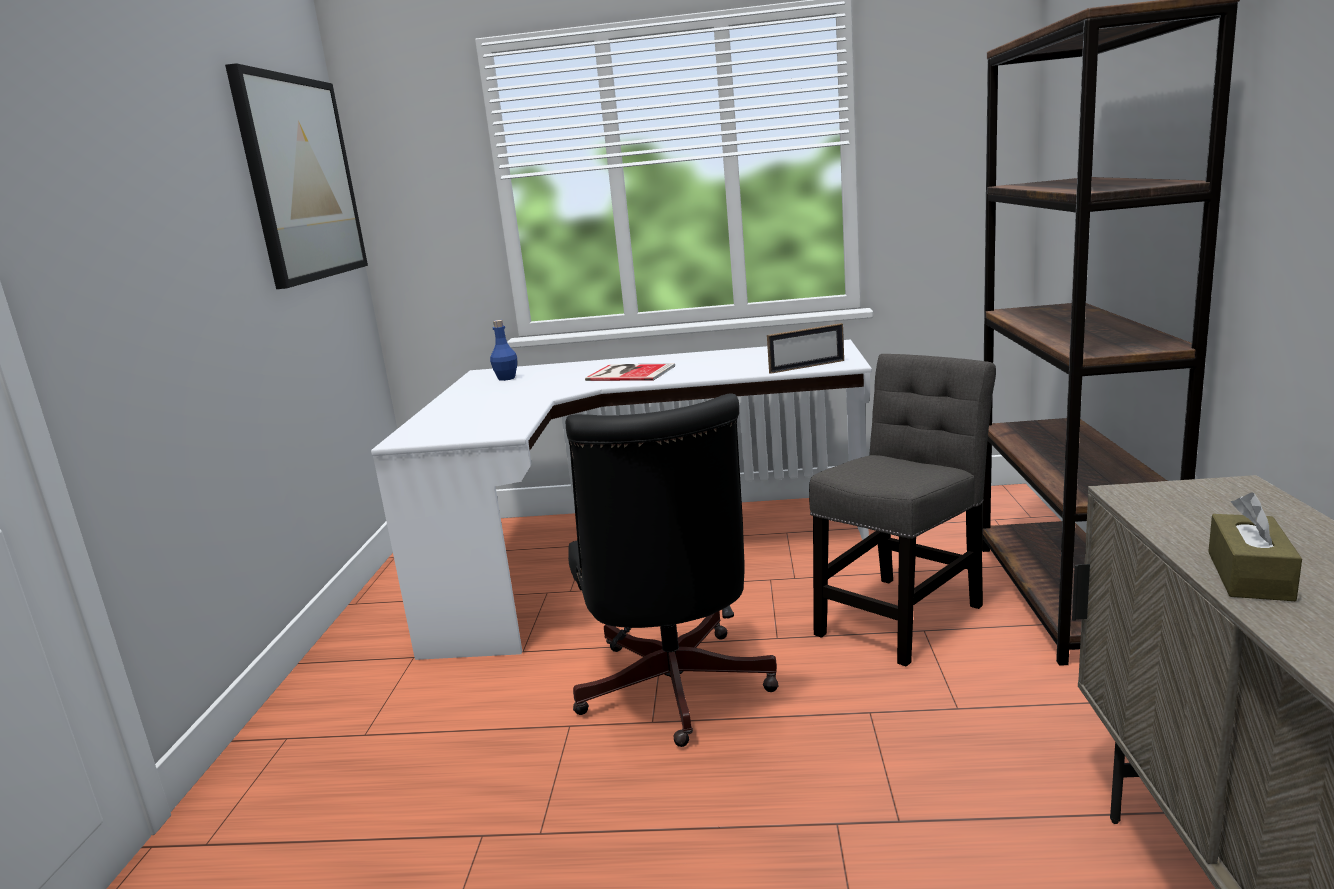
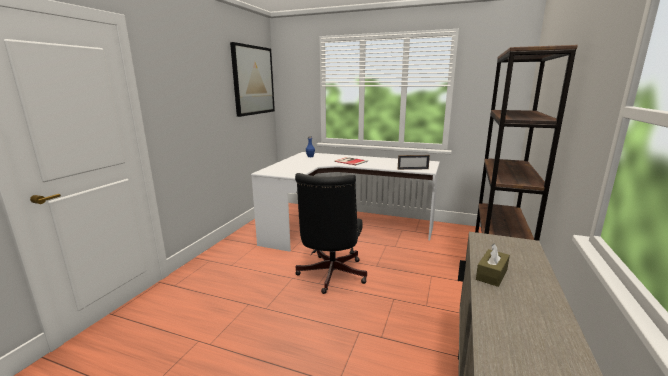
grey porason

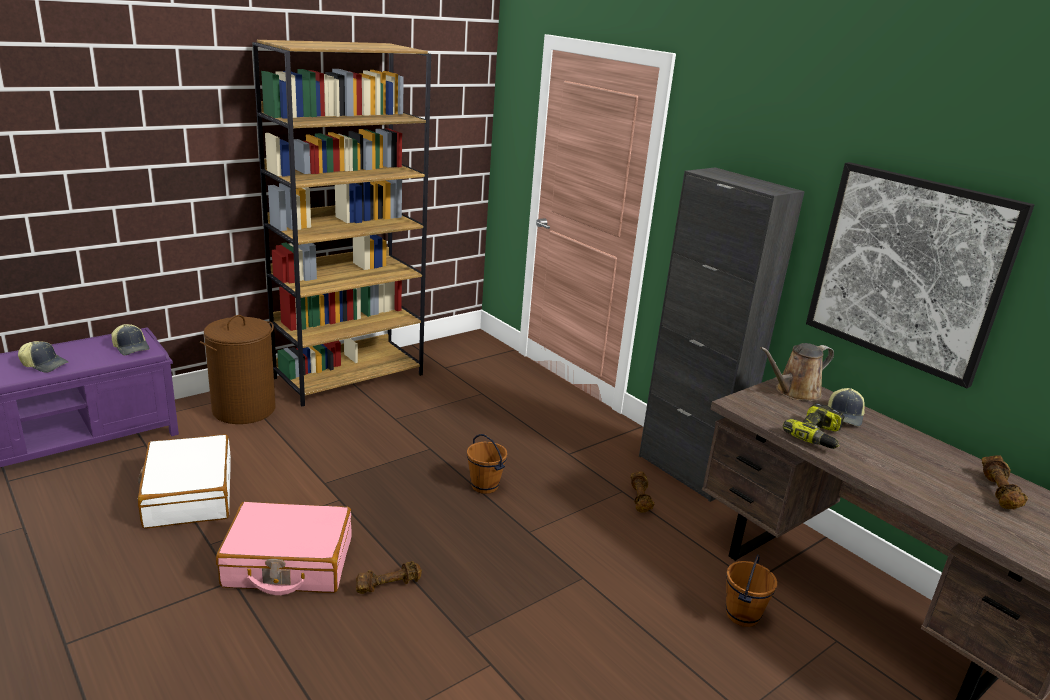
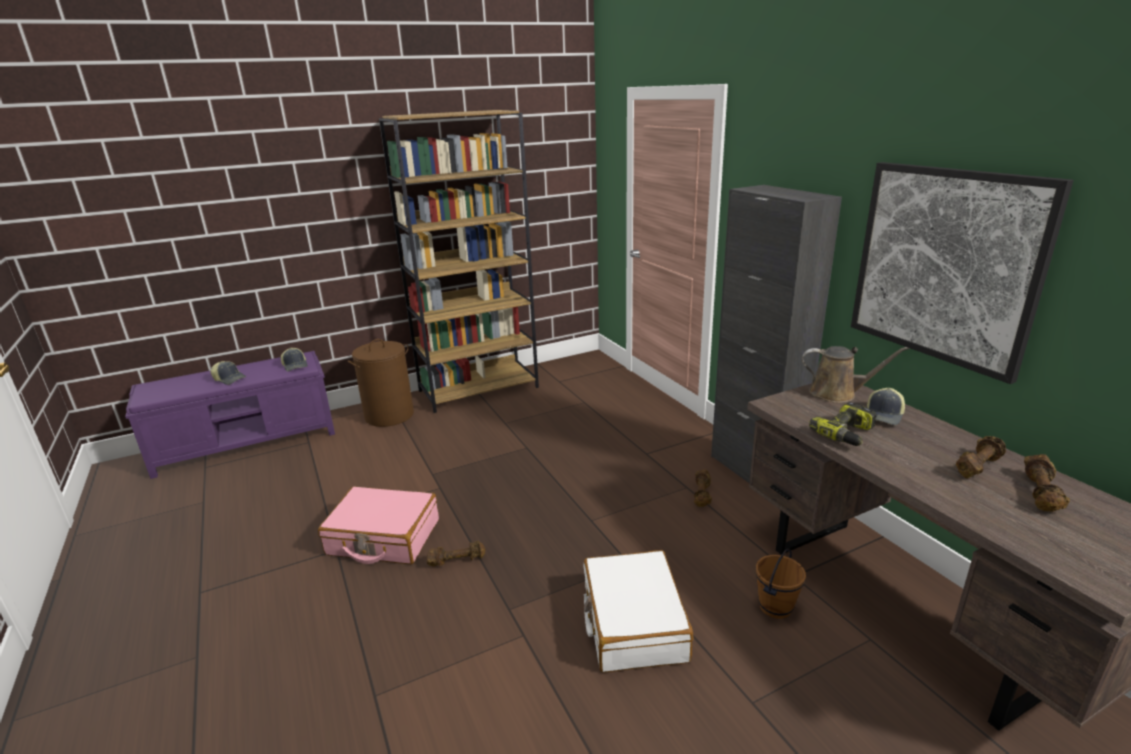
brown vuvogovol (no. 1 from left in the first image)
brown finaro (no. 3 from left)
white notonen
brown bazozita

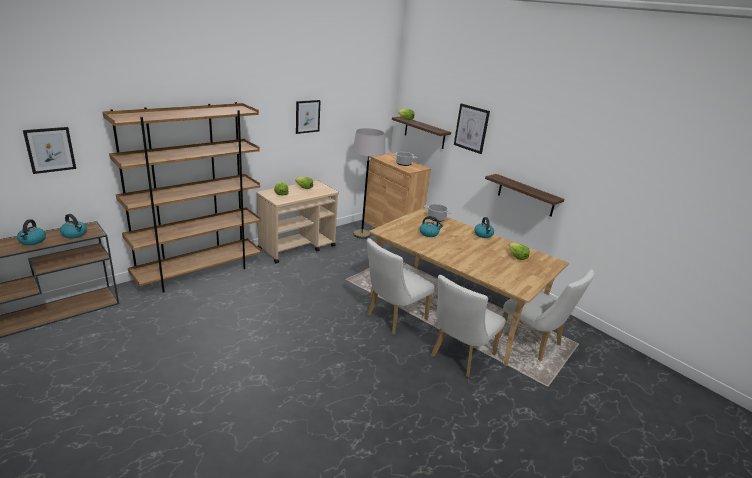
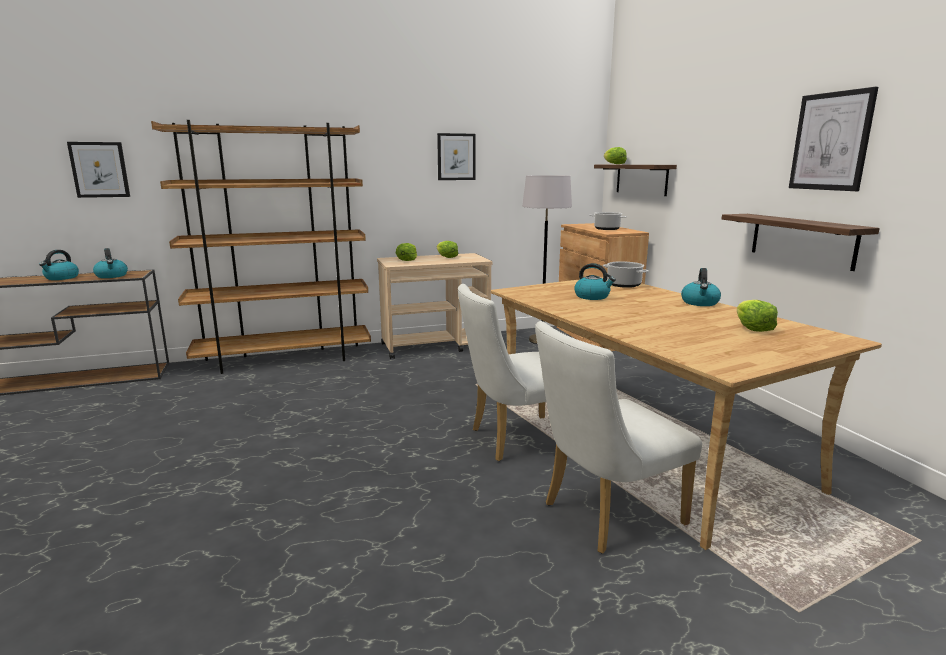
white porason (no. 3 from left in the first image)
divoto (no. 3 from left)

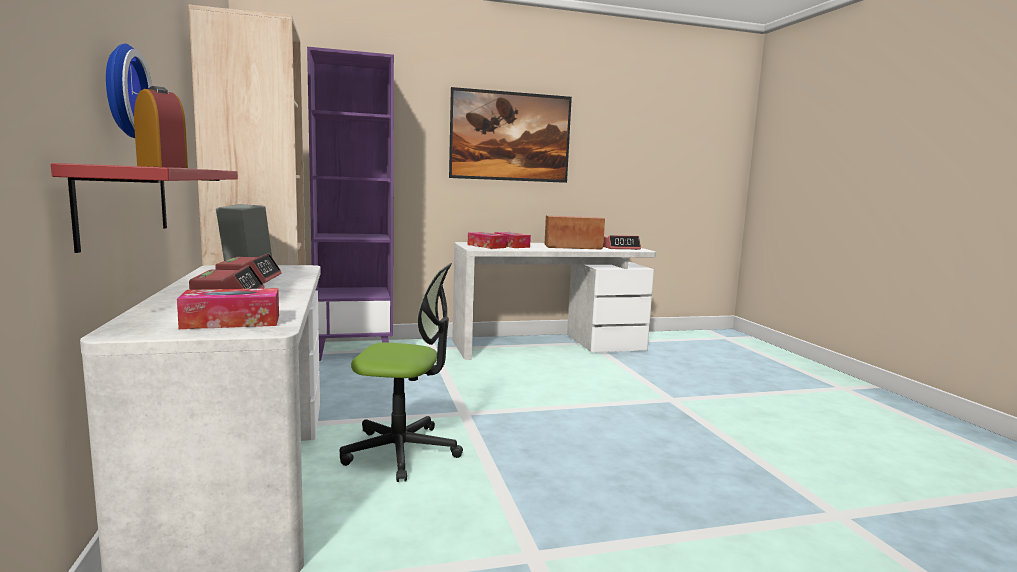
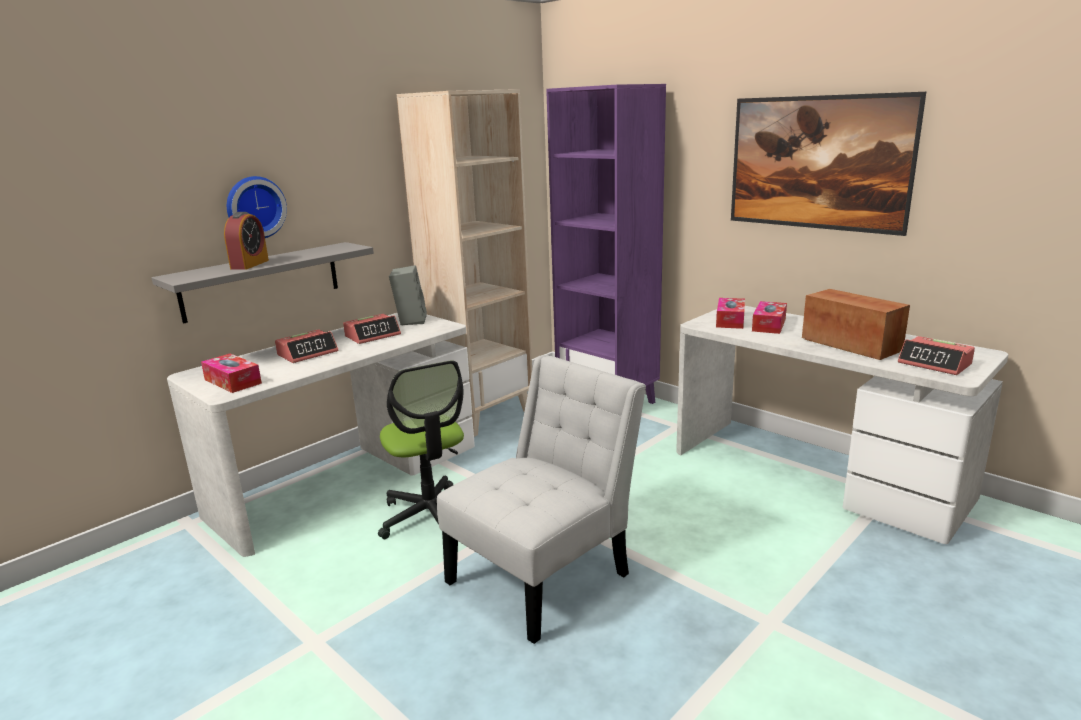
white porason
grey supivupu

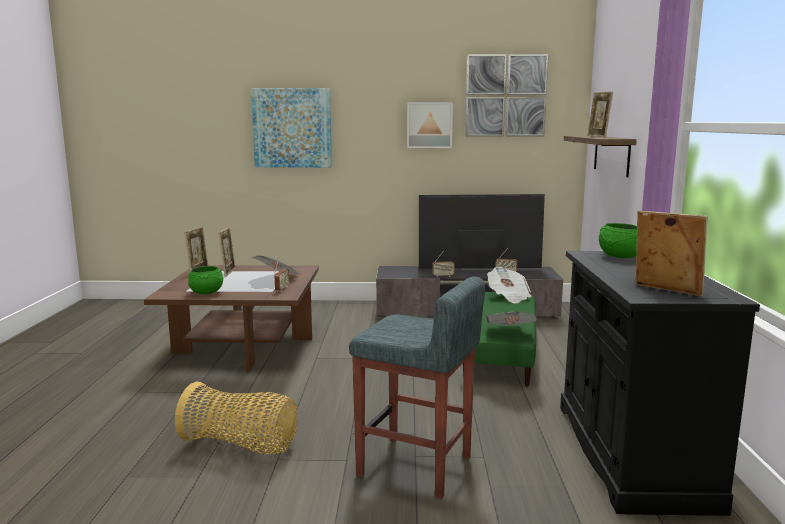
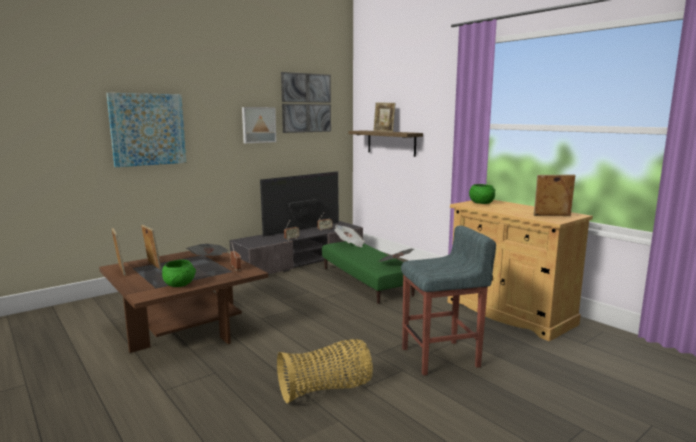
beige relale

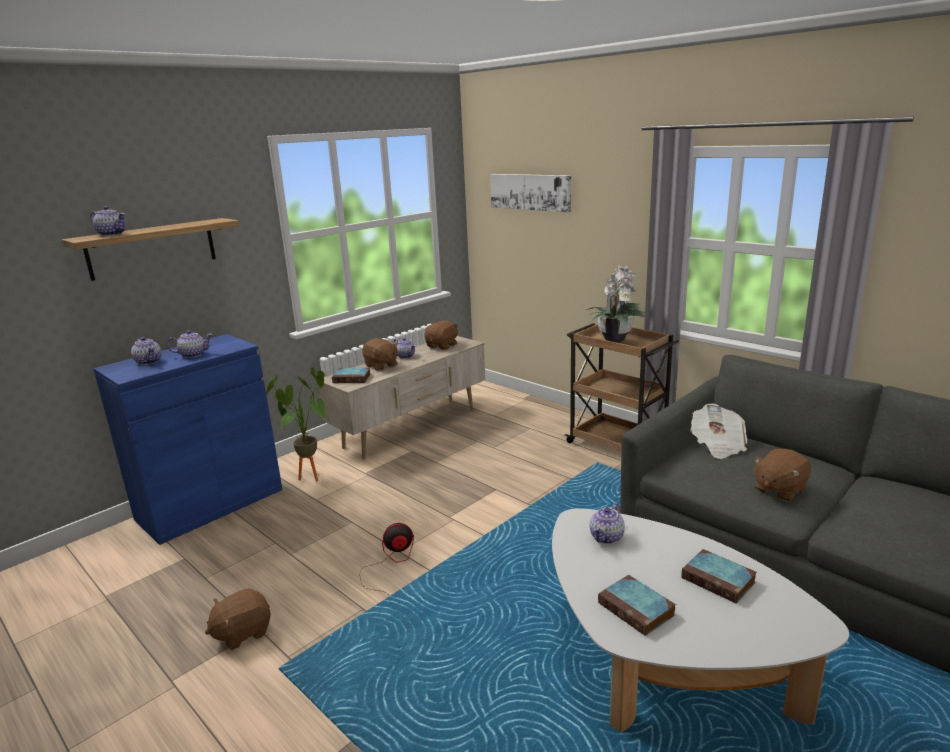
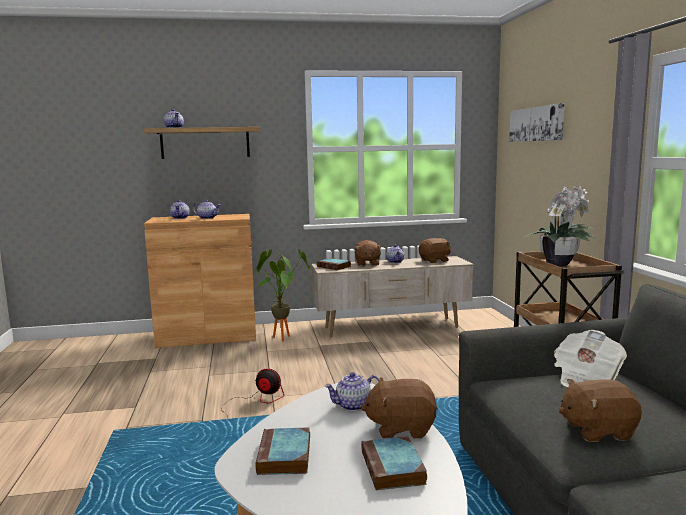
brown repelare (no. 2 from left)
brown relale

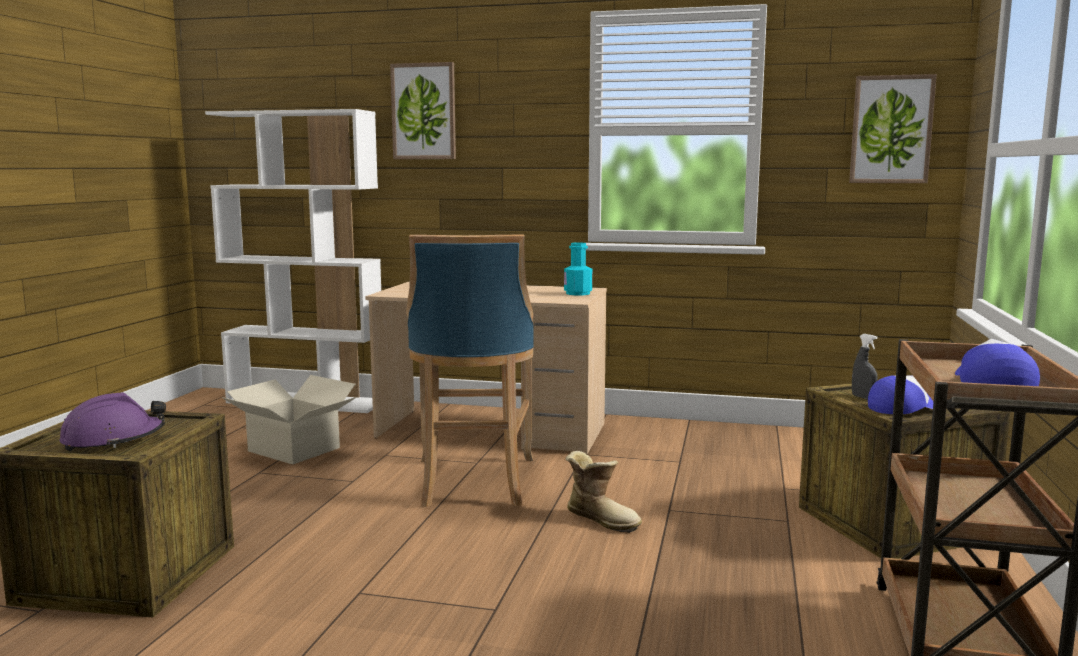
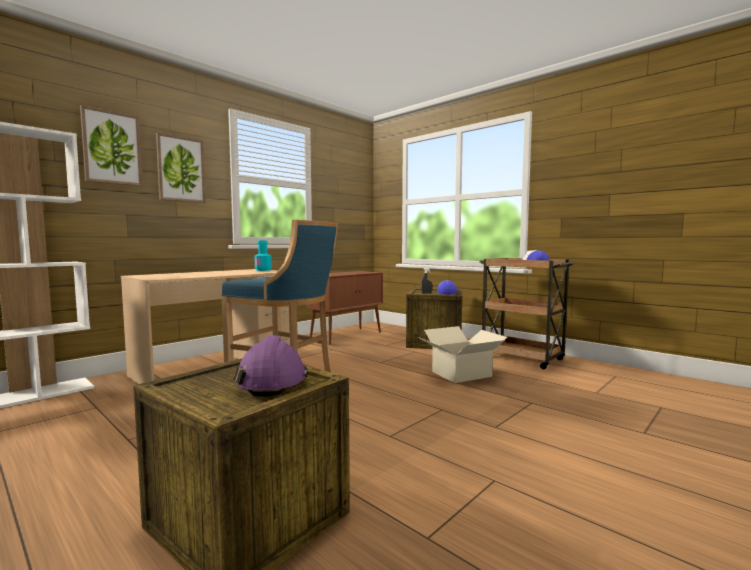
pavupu
brown relale
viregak
divoto (no. 2 from left)

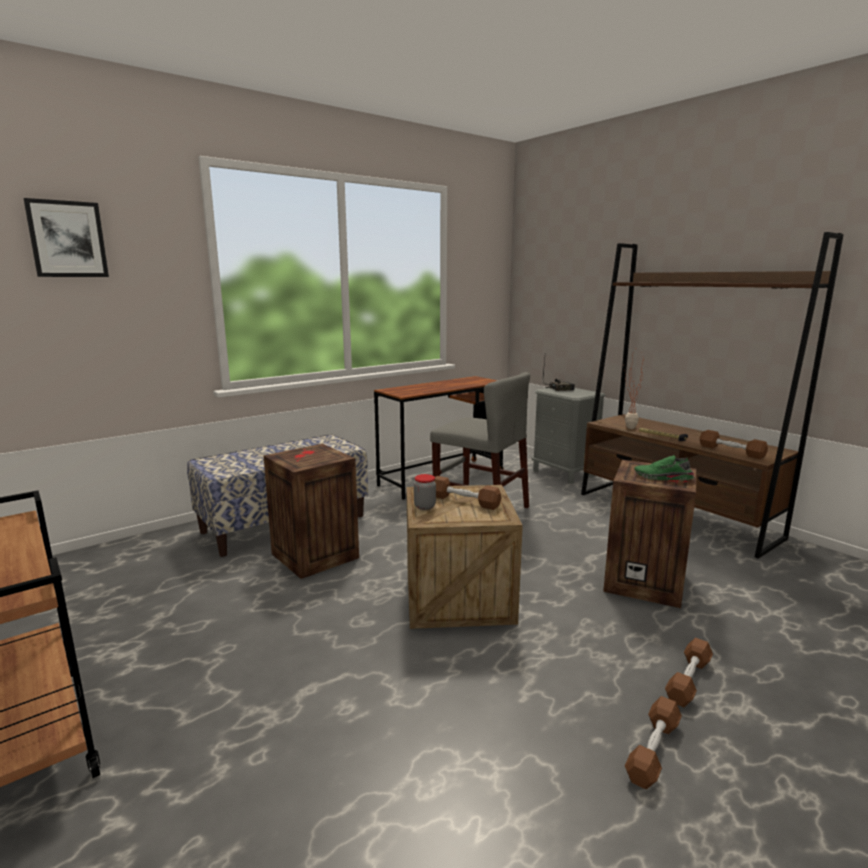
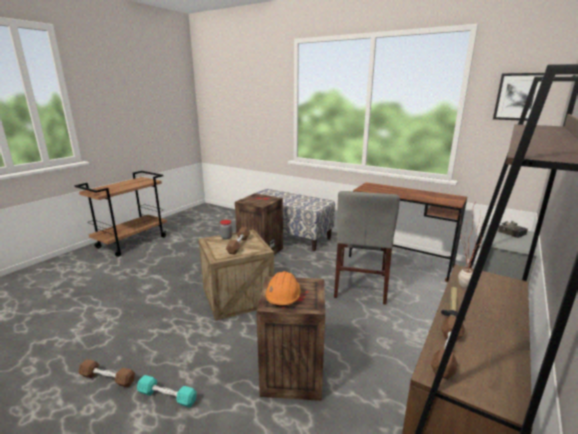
divoto
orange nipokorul
turquoise finaro

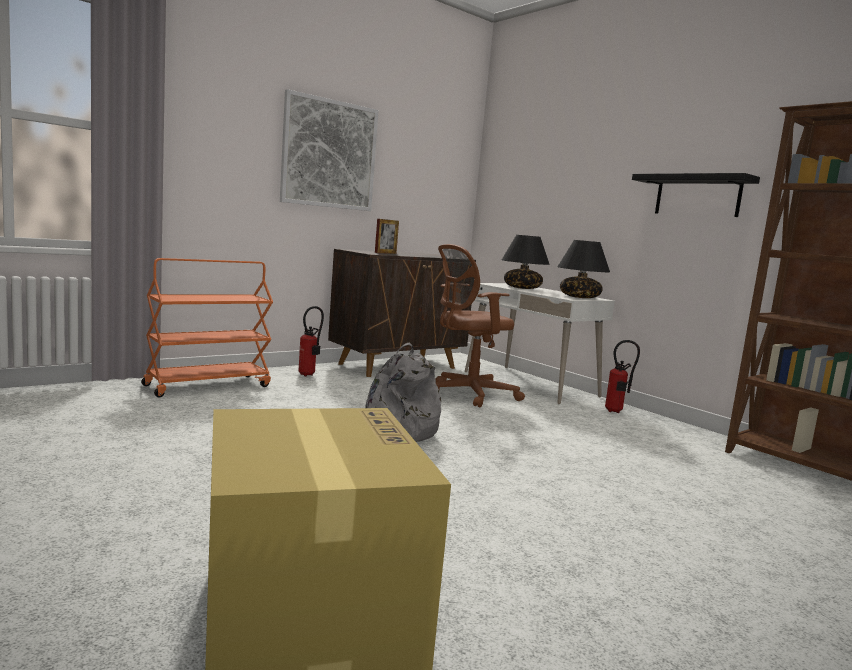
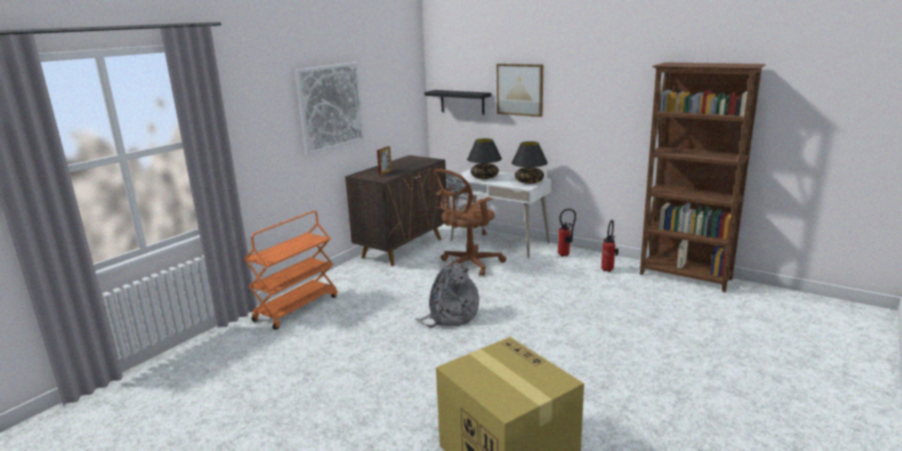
divoto (no. 2 from left)
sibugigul (no. 2 from left)
black supivupu

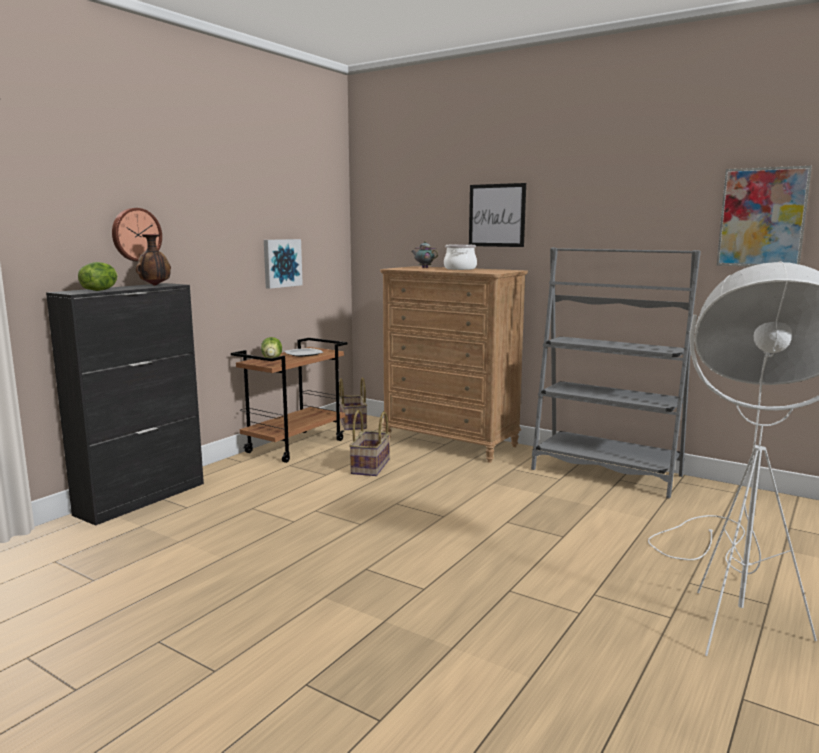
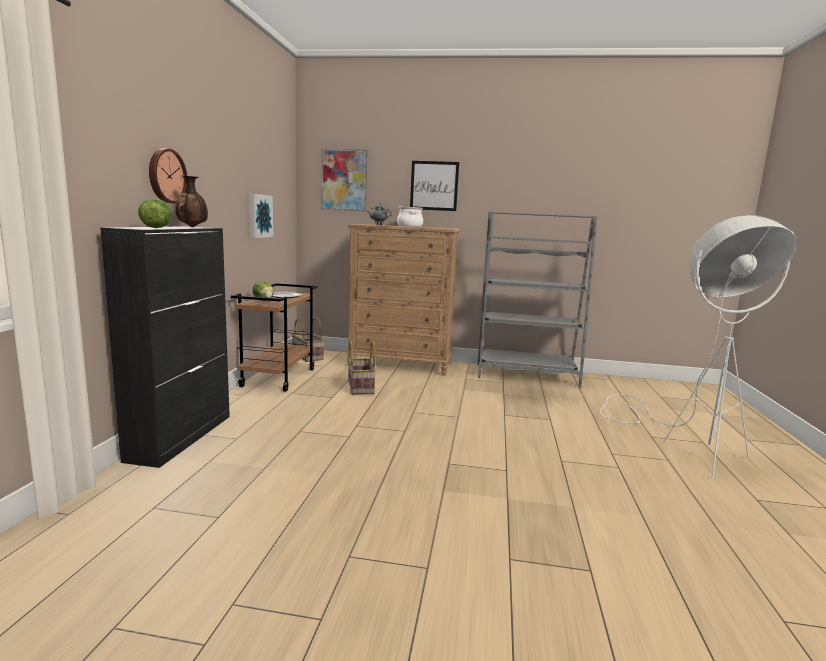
divoto (no. 2 from left)

